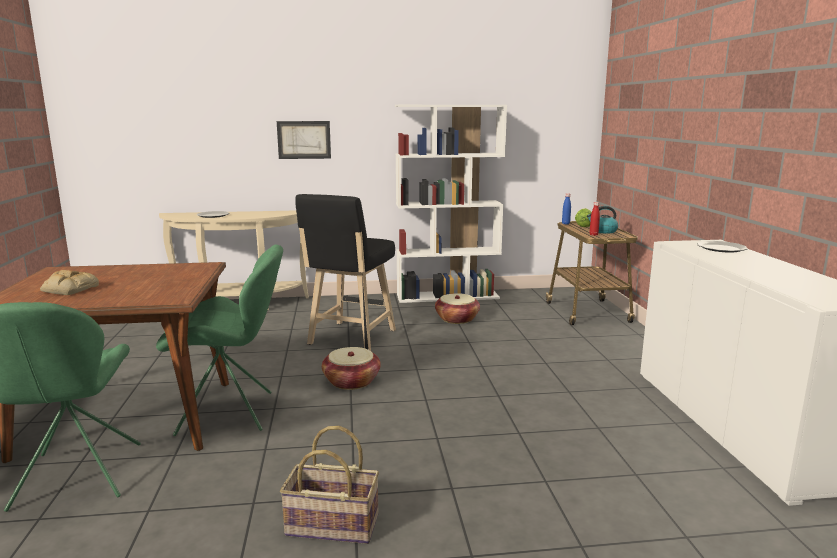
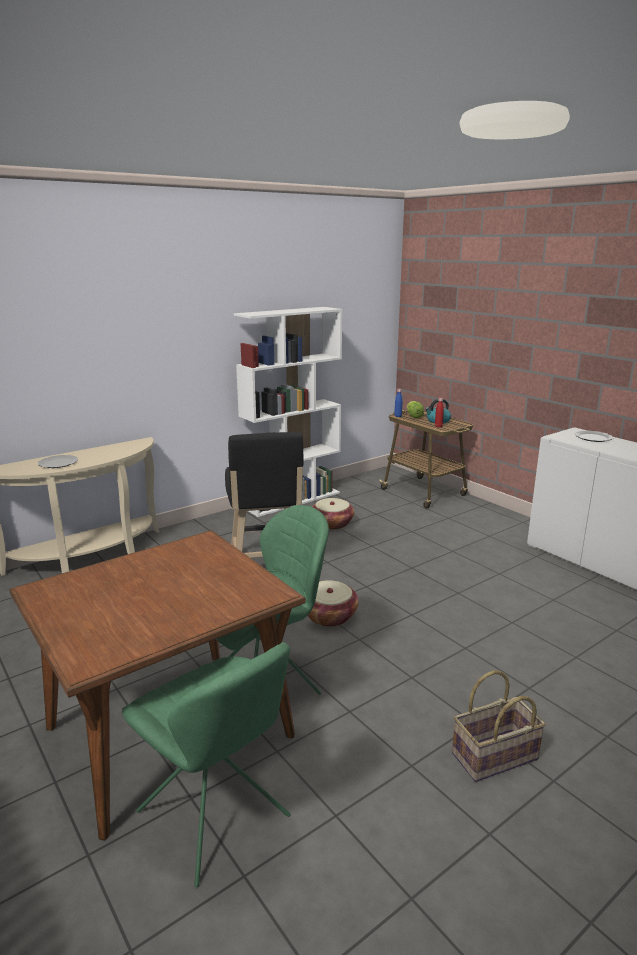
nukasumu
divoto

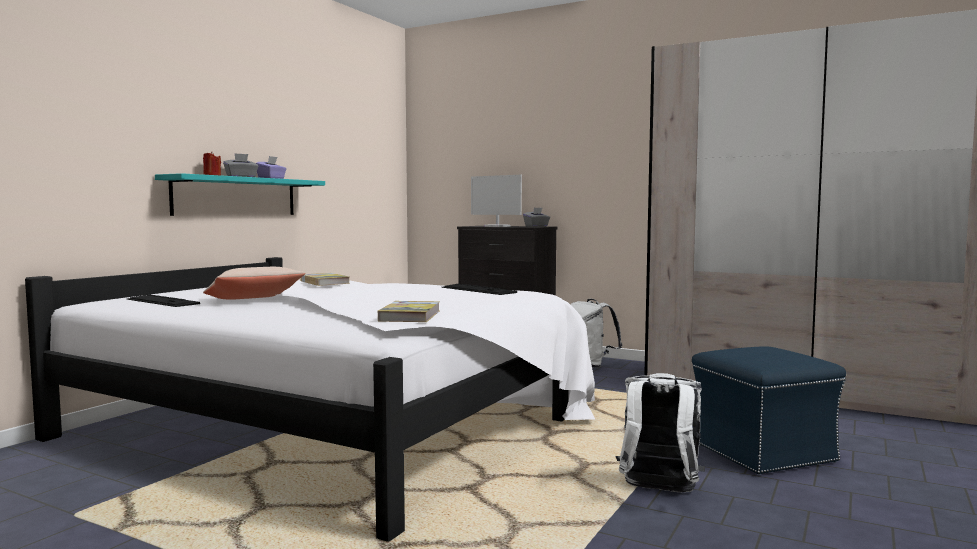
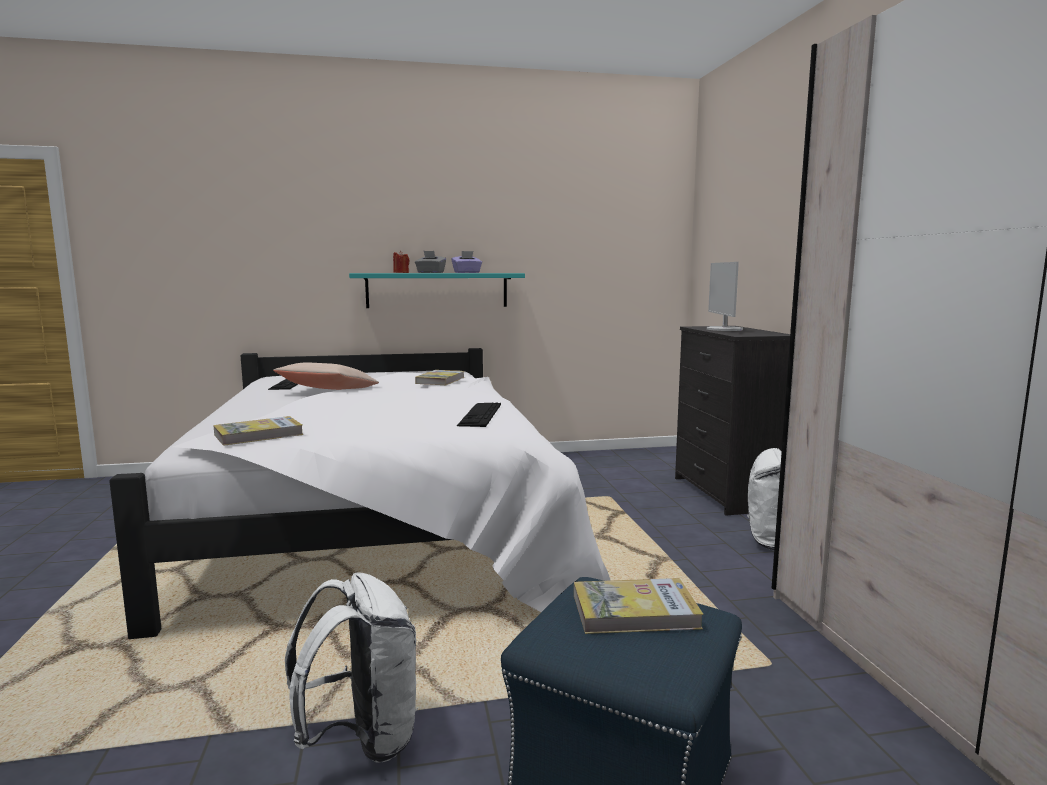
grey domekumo (no. 2 from left in the first image)
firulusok (no. 3 from left)

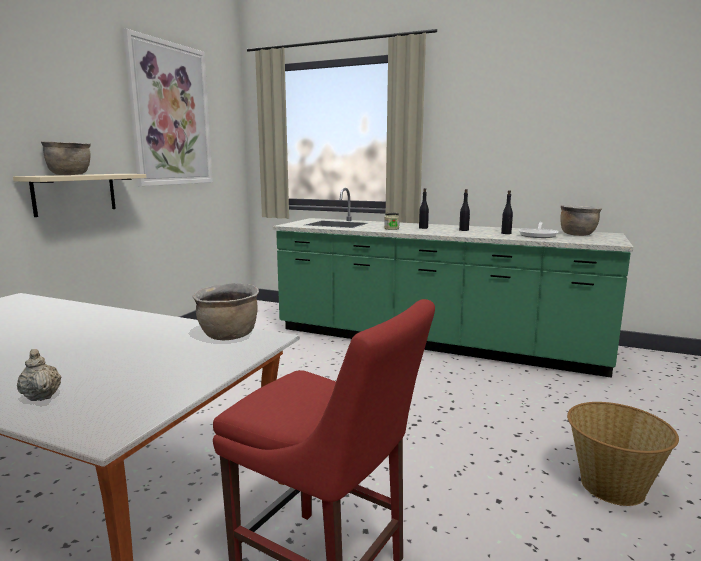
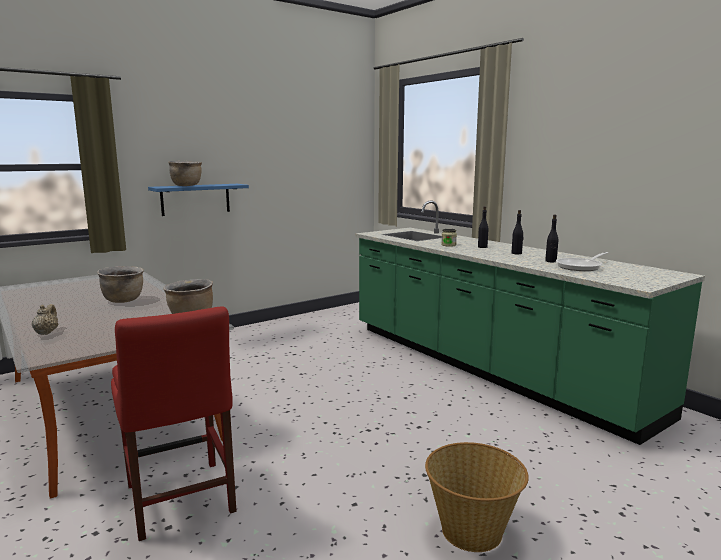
divoto
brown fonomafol (no. 1 from left)
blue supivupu

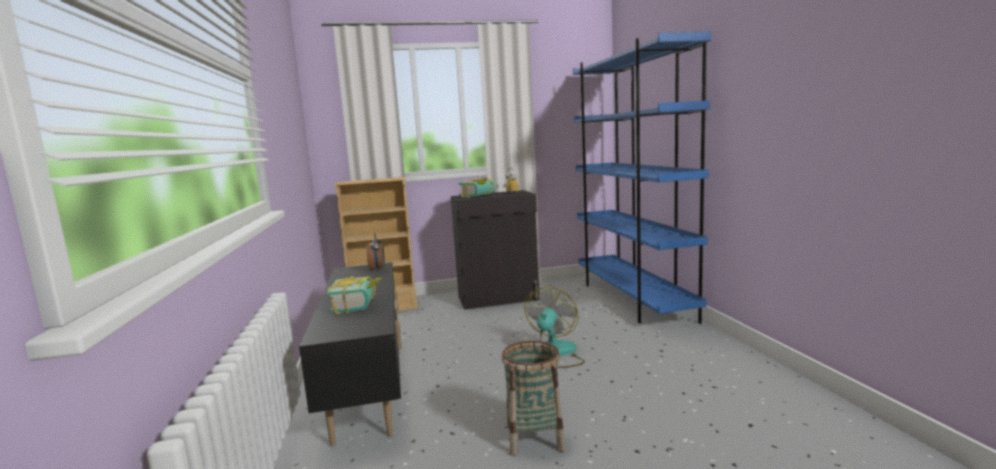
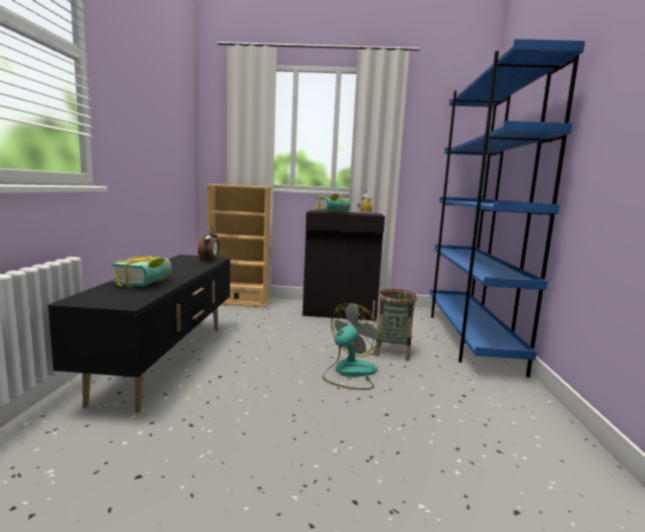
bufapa

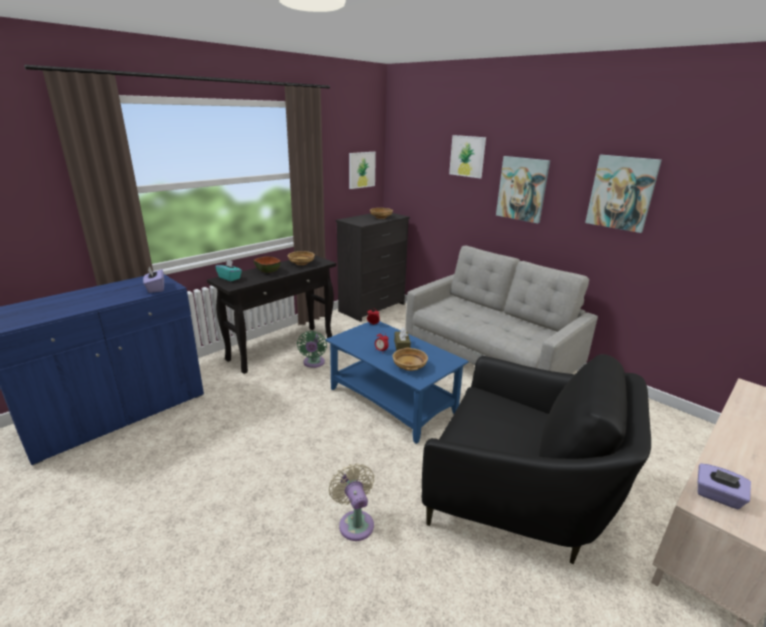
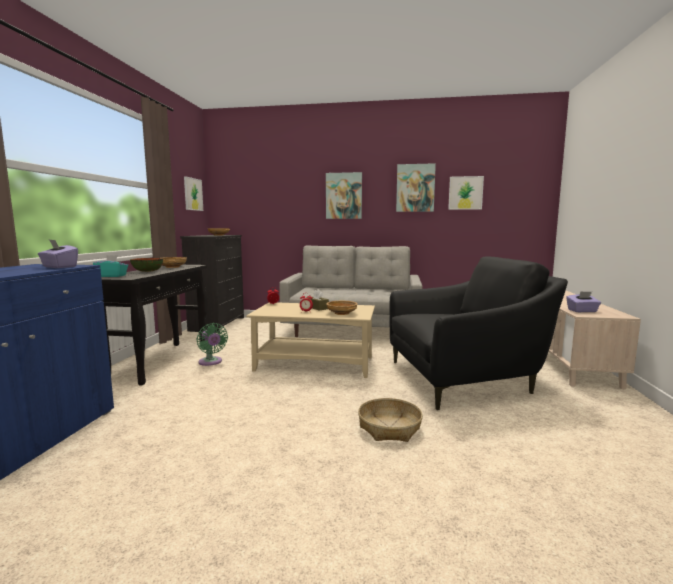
divoto (no. 4 from left)
bufapa
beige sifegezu

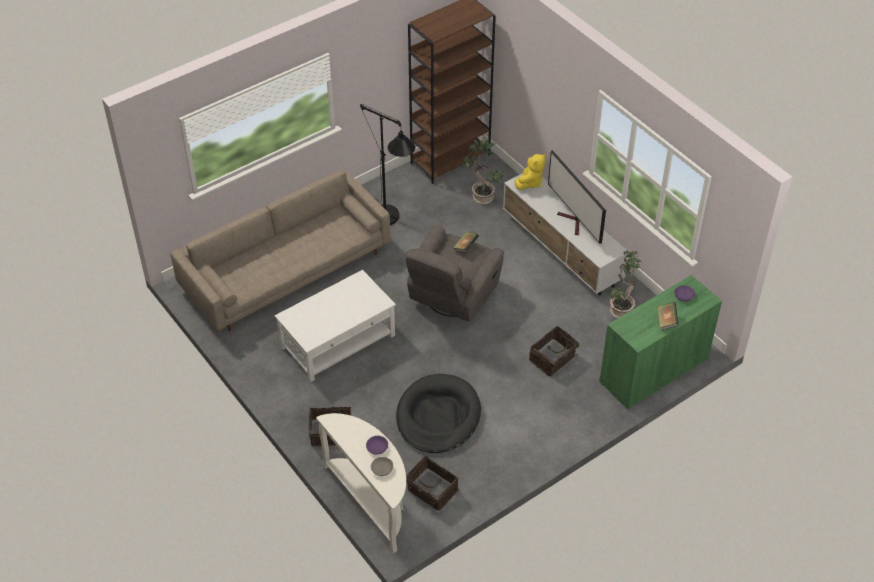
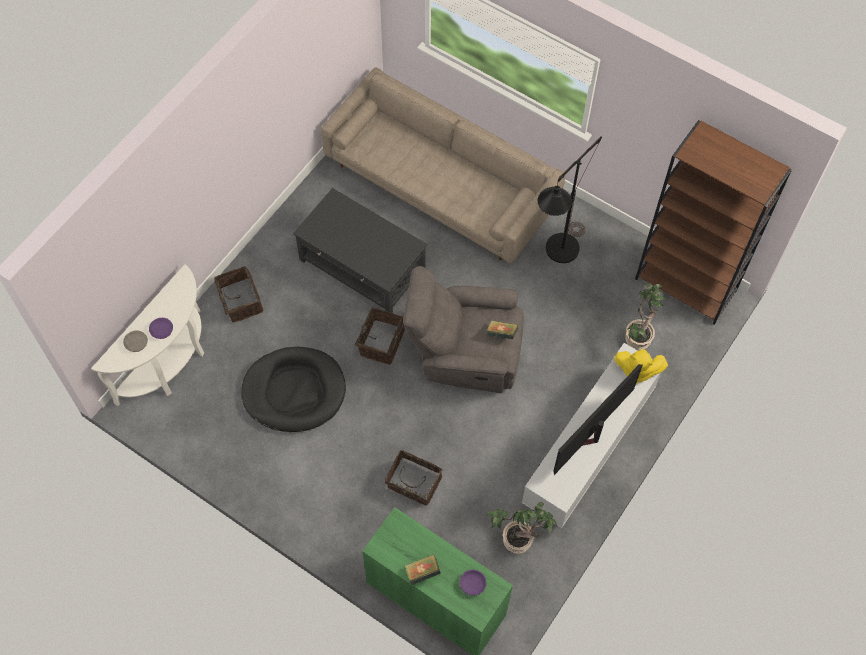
bufapa (no. 2 from left)
black sifegezu

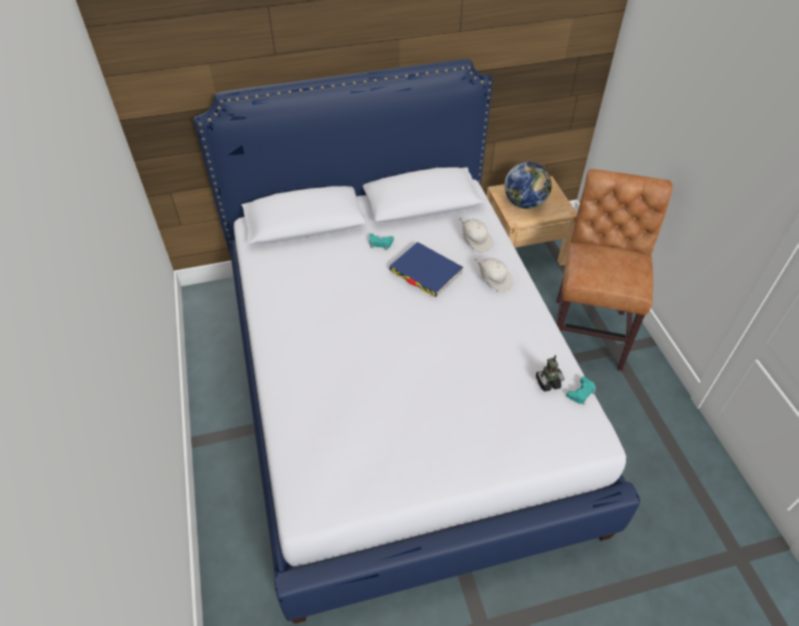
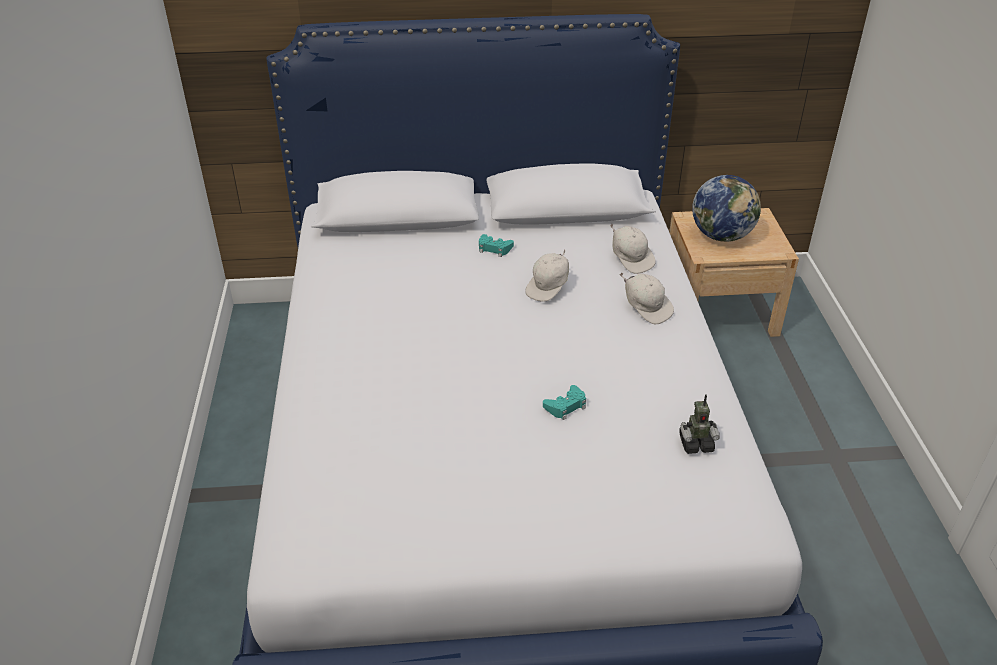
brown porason
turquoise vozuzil (no. 2 from left)
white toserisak (no. 1 from left)

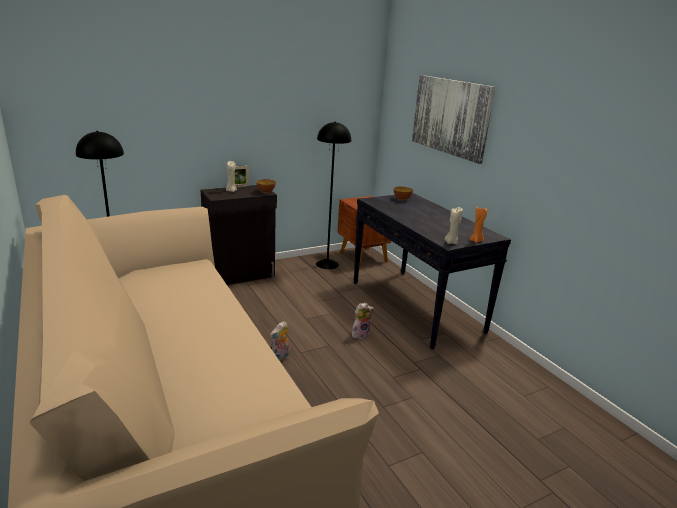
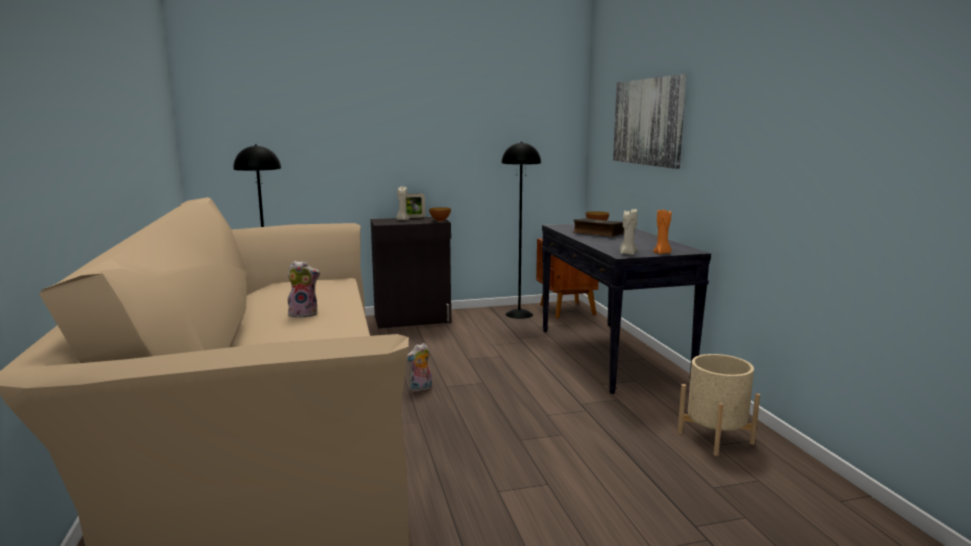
firulusok
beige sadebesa
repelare (no. 1 from left)

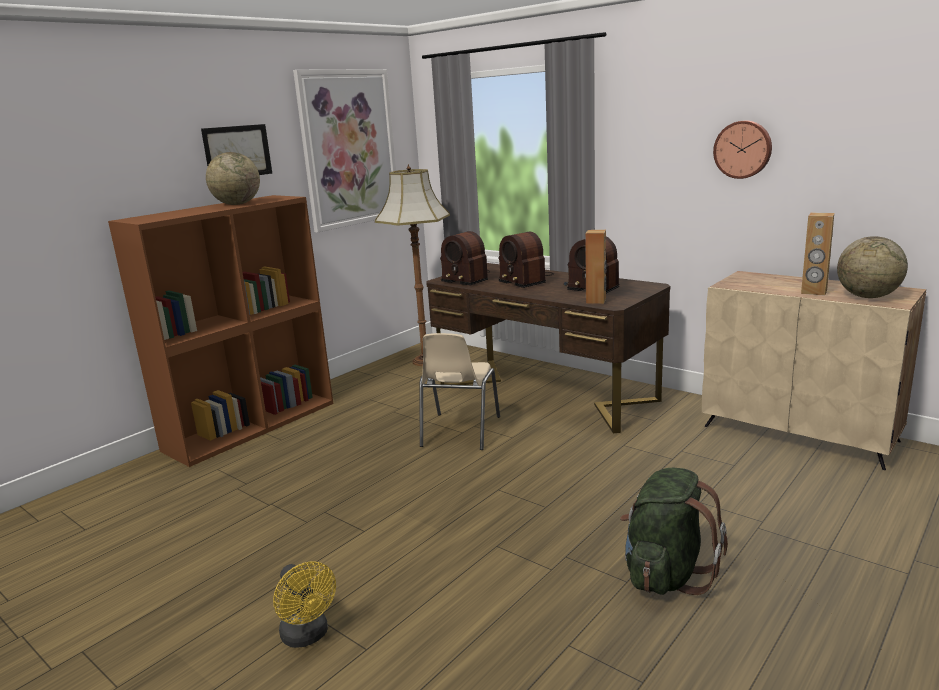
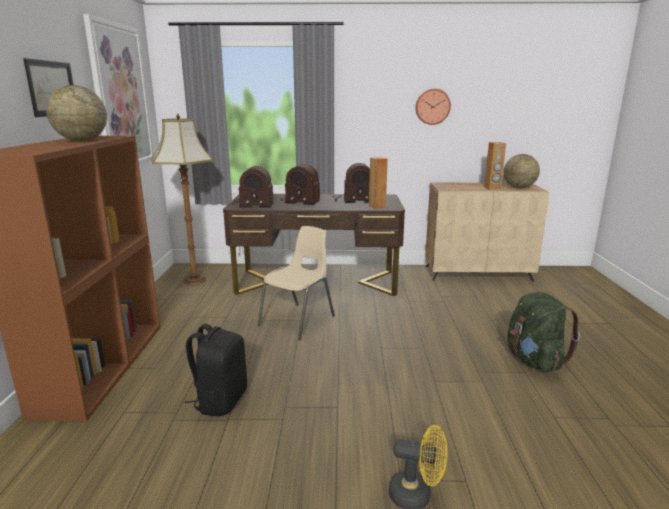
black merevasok
beige porason

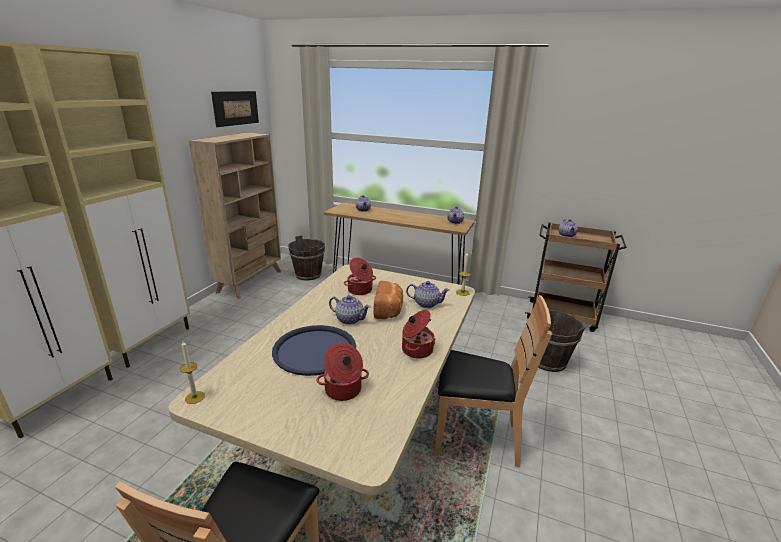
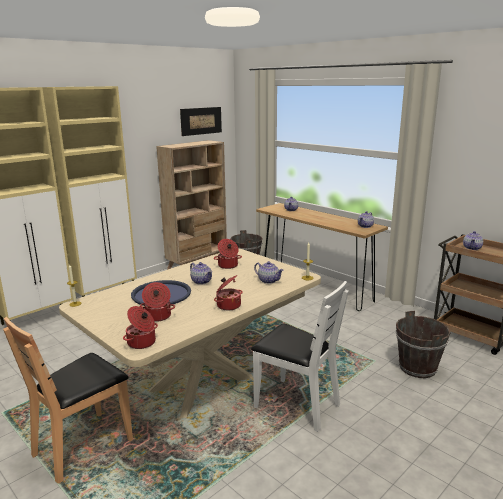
nukasumu
fonomafol (no. 1 from left)
white porason

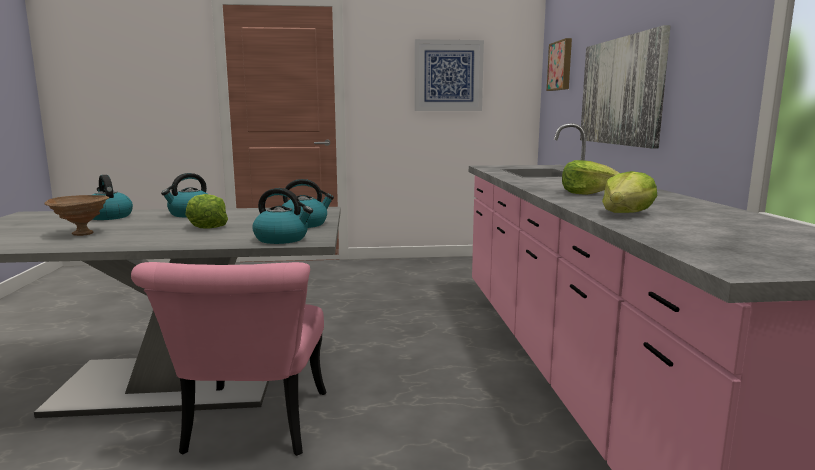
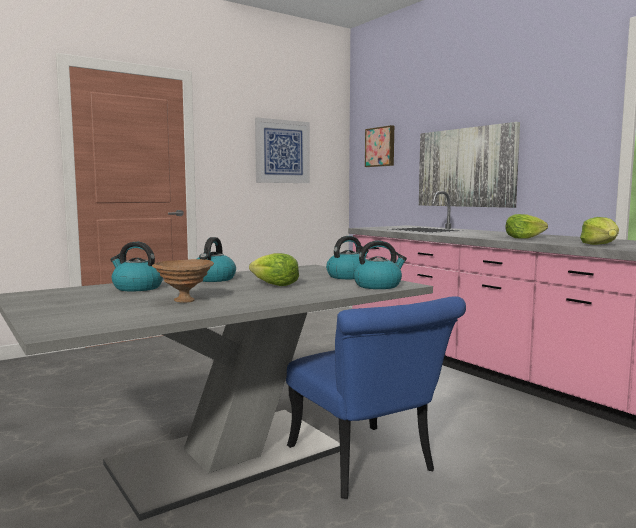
blue porason

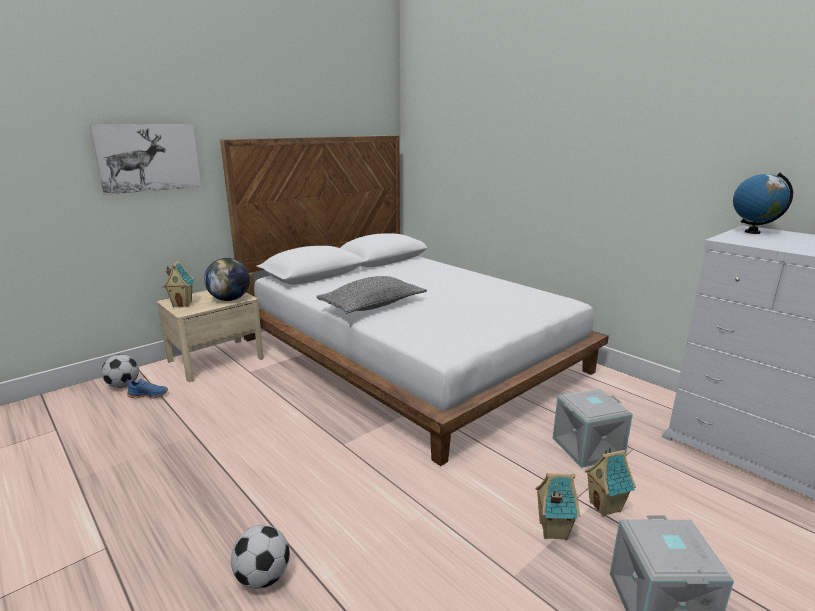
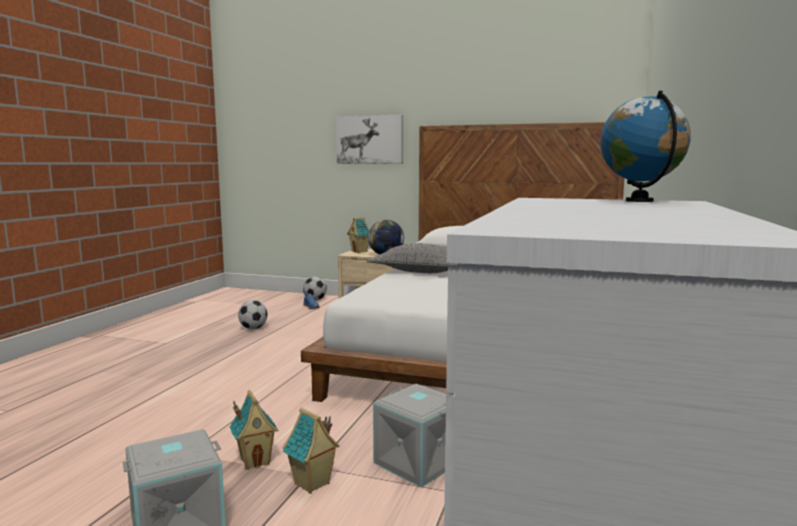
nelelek (no. 1 from left)

